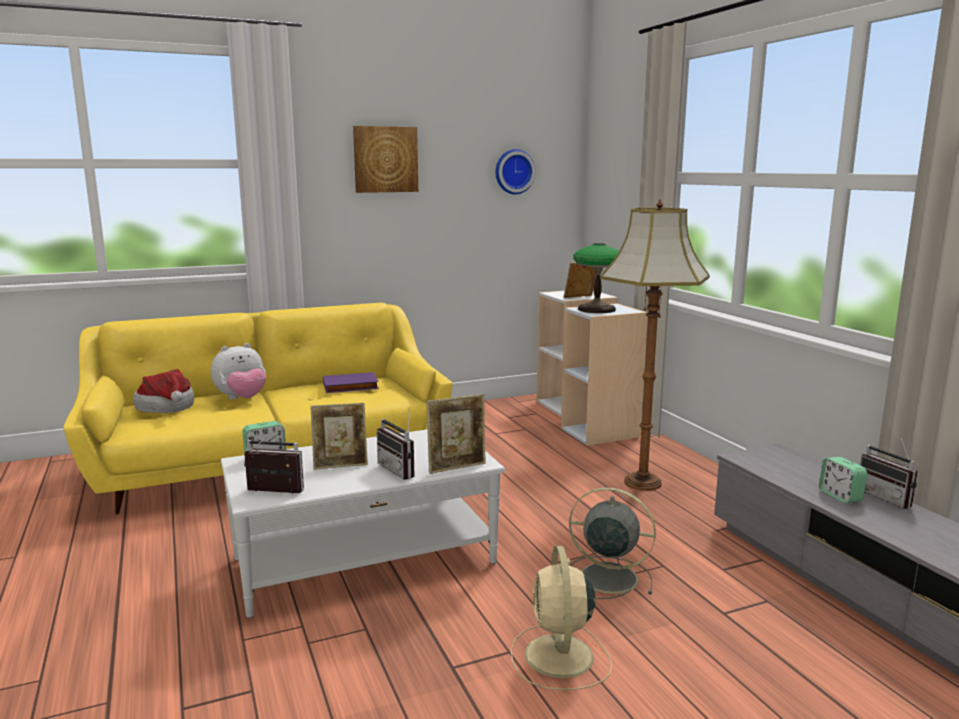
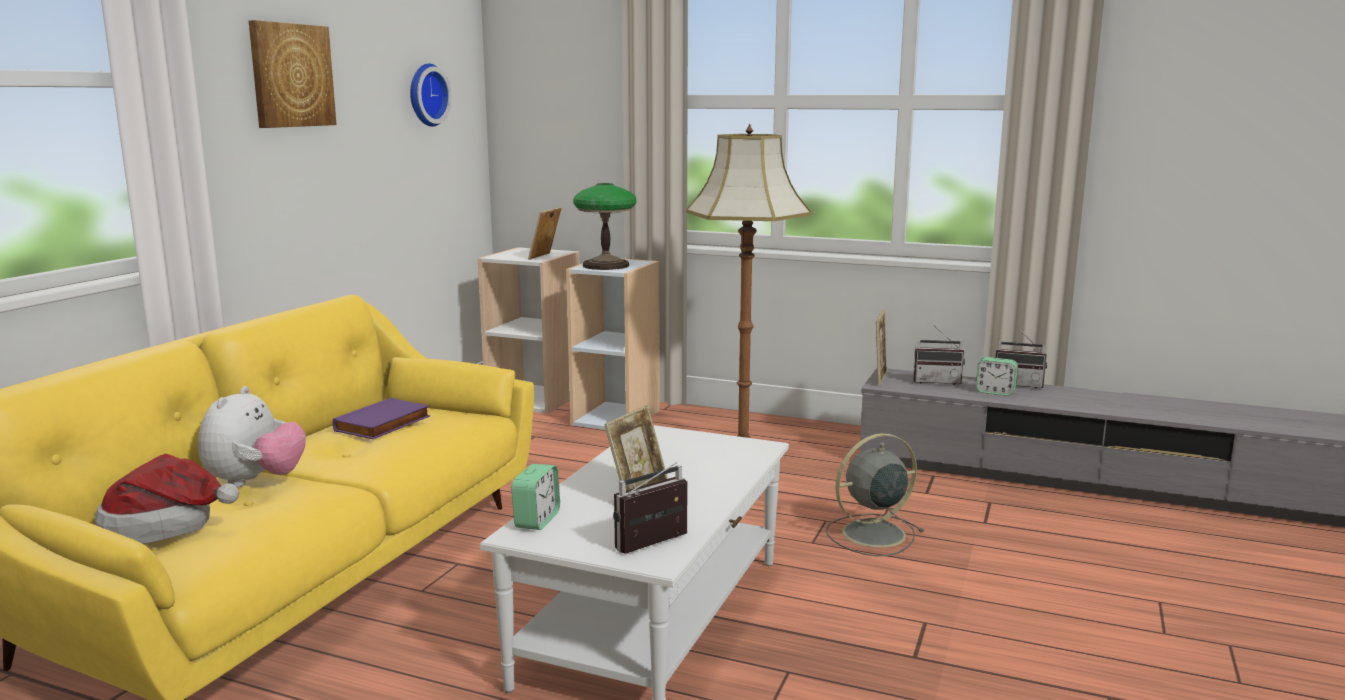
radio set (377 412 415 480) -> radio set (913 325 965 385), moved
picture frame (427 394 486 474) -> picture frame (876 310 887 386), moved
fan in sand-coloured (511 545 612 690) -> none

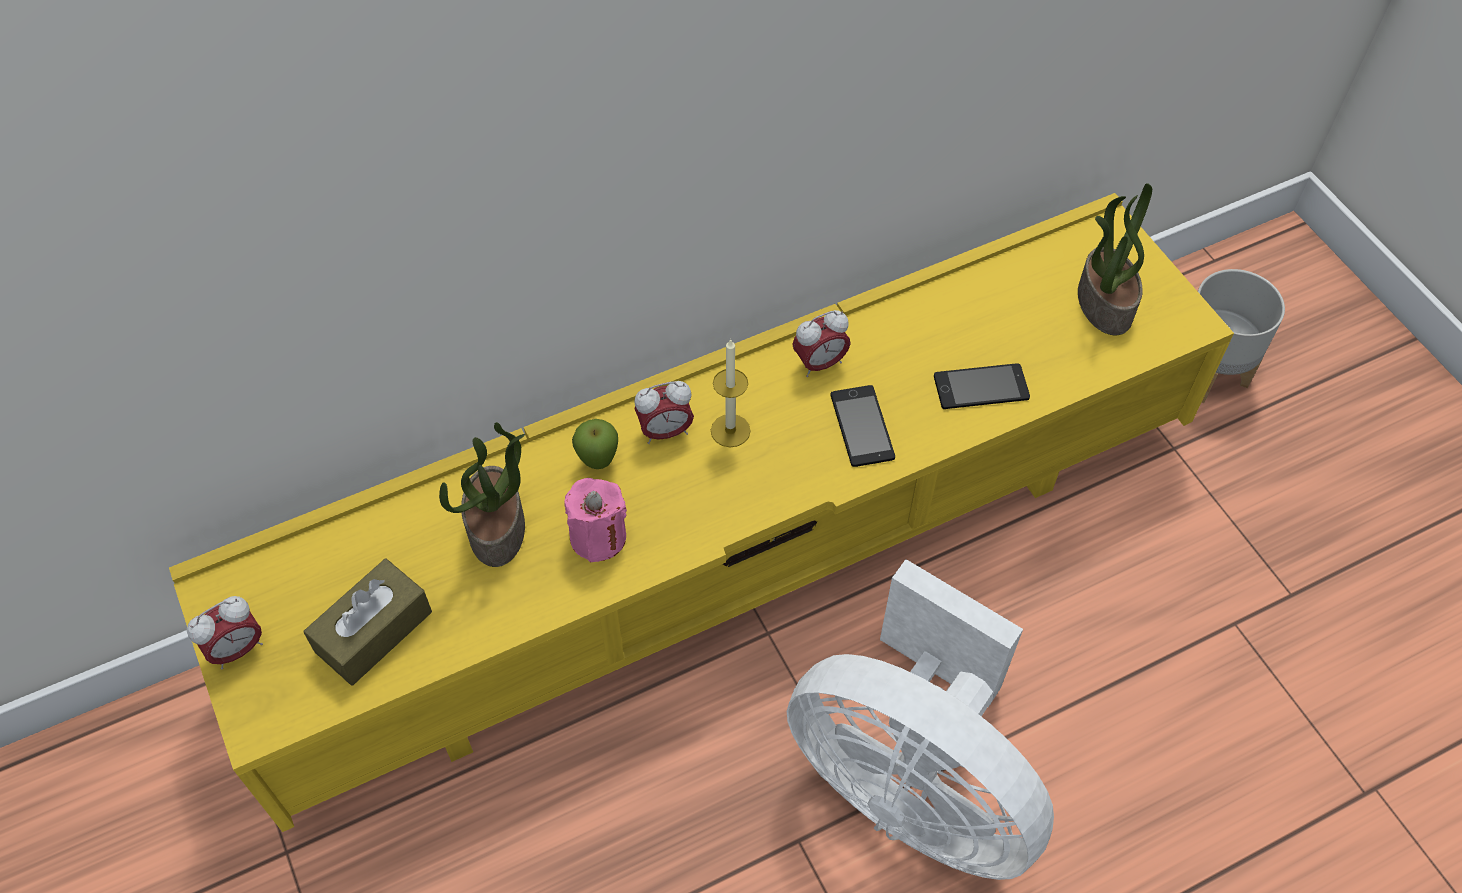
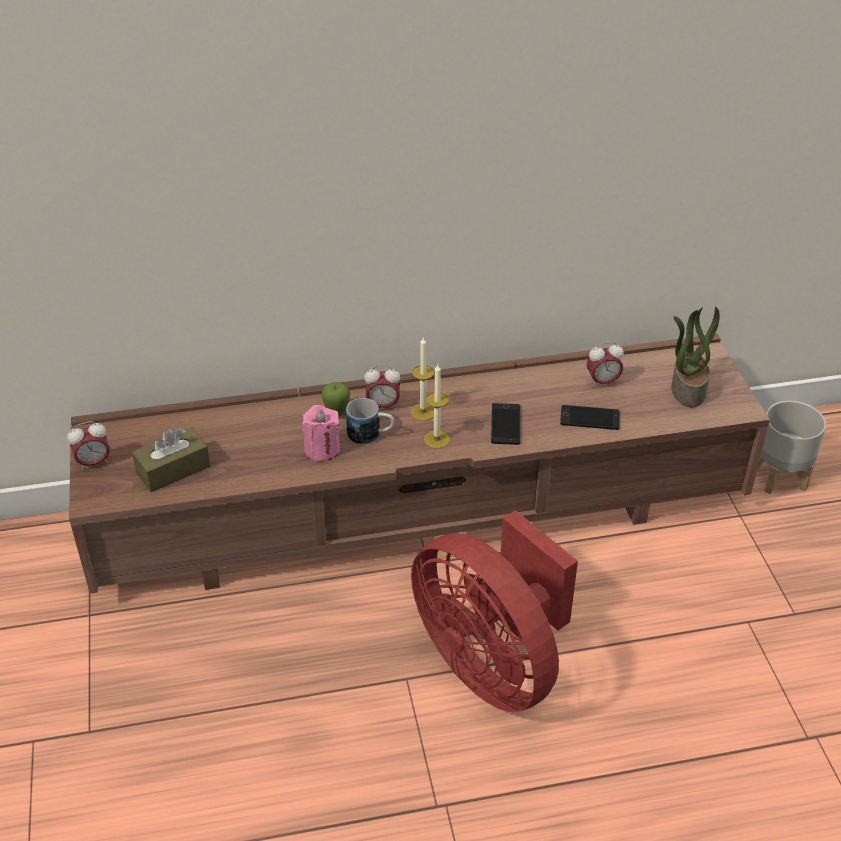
tv stand in yellowish (169 193 1234 832) -> tv stand in brown-coloured (69 334 770 594)
plant in a pot (439 422 525 567) -> none
fan in whitish (787 559 1054 880) -> fan in reddish (411 510 578 712)
alarm clock (792 310 851 377) -> alarm clock (587 342 624 387), moved
none -> mug (346 398 395 445)
none -> wax candle (424 364 450 449)

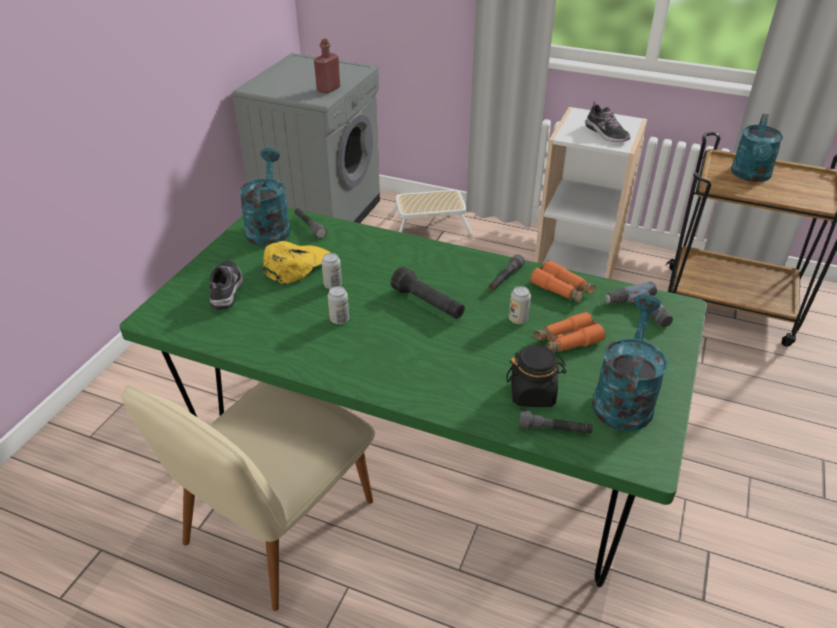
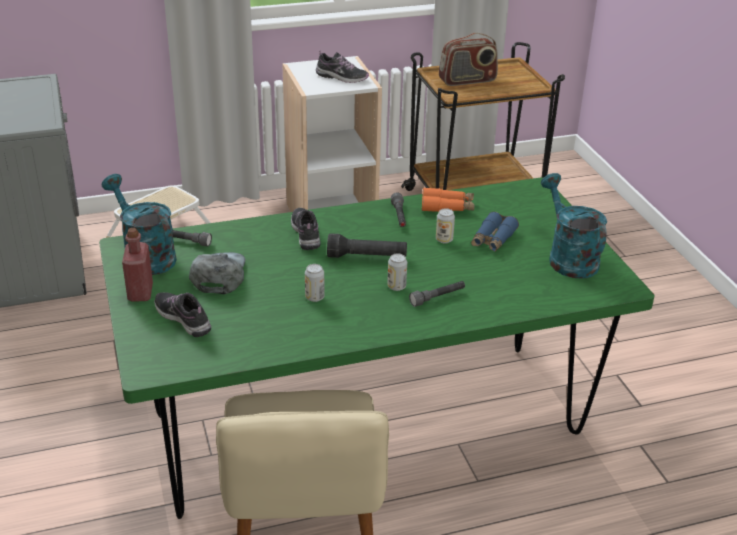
cap in yellowish (263 241 330 284) -> cap in grey (189 252 245 294)
beverage bottle in reddish (314 39 340 94) -> beverage bottle in reddish (122 228 153 302), moved
sealed can (321 253 342 289) -> sealed can (387 253 407 291), moved
storage jar in black-coloured (506 345 567 407) -> none
flashlight in grey (519 411 593 434) -> flashlight in grey (409 281 465 307), moved
field glasses in orange-coloured (533 312 606 353) -> field glasses in blue-coloured (471 212 519 252)
drill (604 282 673 327) -> none
sprinkling can in turquoise-coloured (731 113 783 182) -> radio set (439 33 498 86)
none -> item of footwear (291 208 321 250)

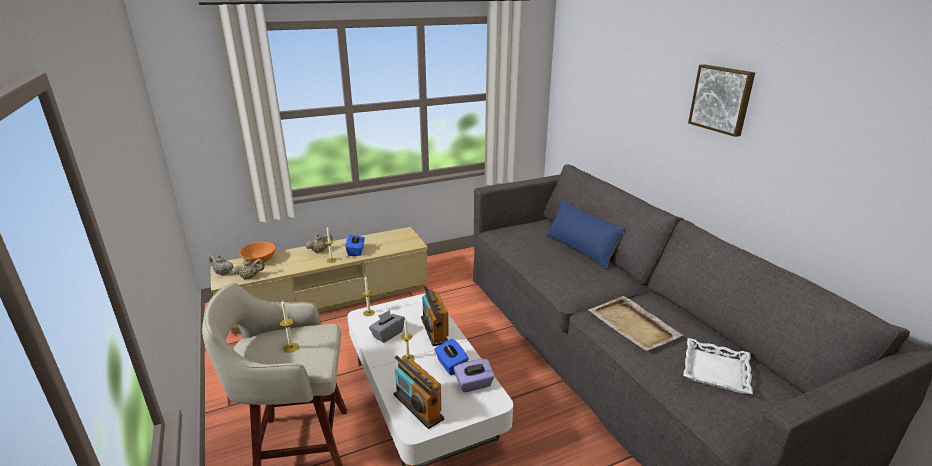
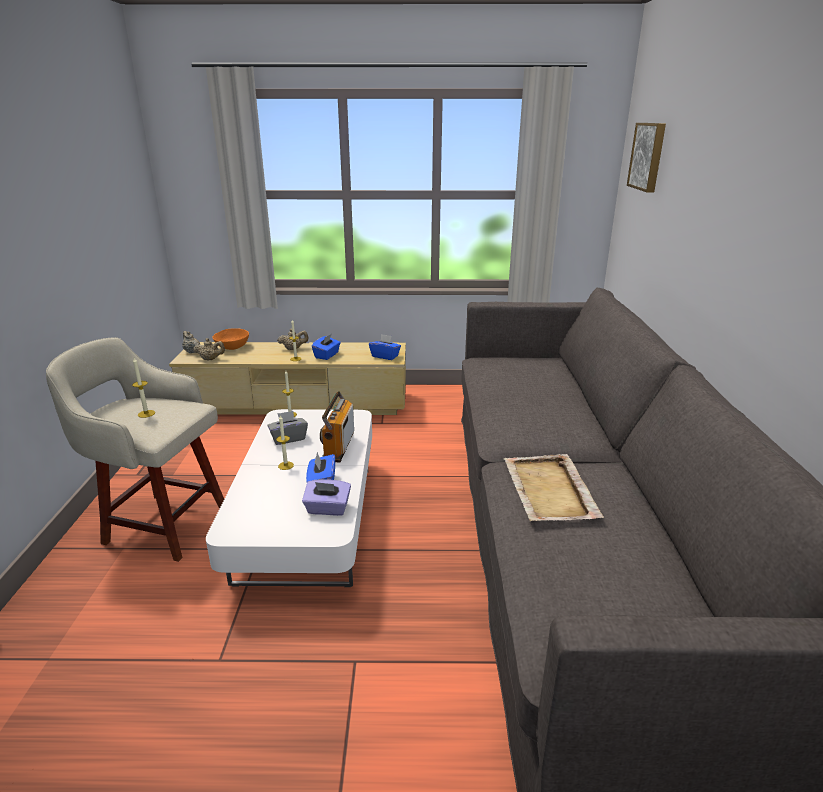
radio set (394 356 444 429) -> none
pillow in blue-coloured (545 199 626 269) -> none
carrying tray in whitish (683 338 753 394) -> none
wall art (688 64 755 137) -> wall art (627 123 666 193), moved
none -> box of tissues in blue-coloured (369 334 401 360)

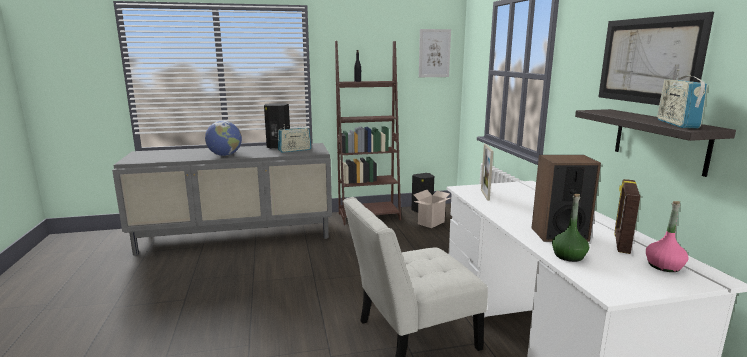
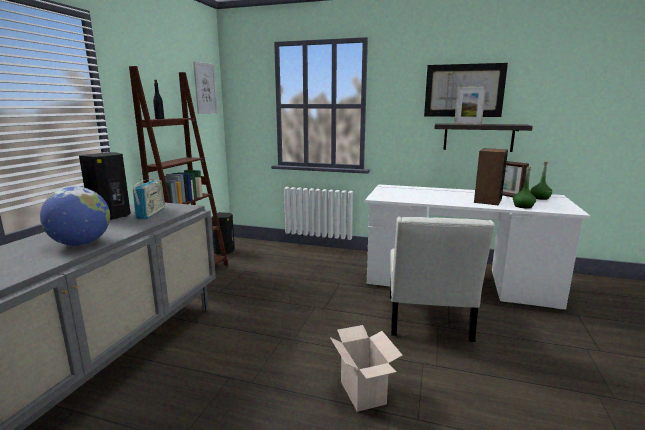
carton (413 190 450 228) -> carton (330 325 403 412), moved
picture frame (481 144 493 201) -> picture frame (454 85 486 125), moved
beverage bottle in pink-coloured (646 201 688 272) -> beverage bottle in green-coloured (531 162 552 200)
radio set (657 69 708 128) -> none

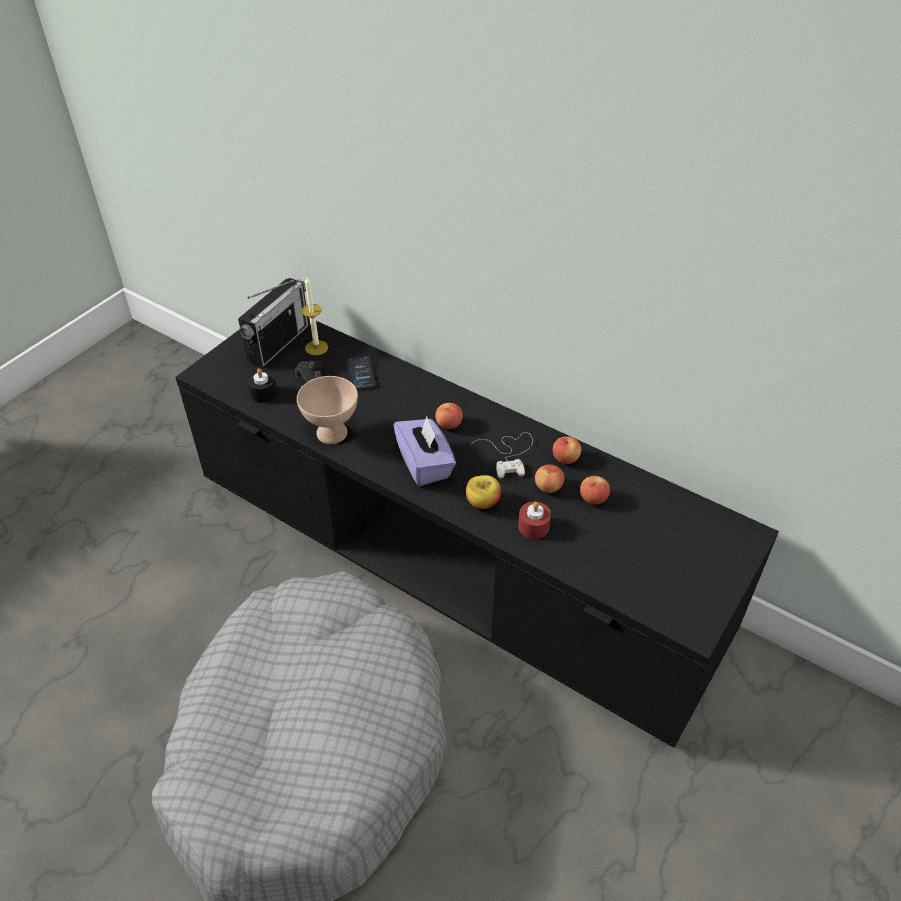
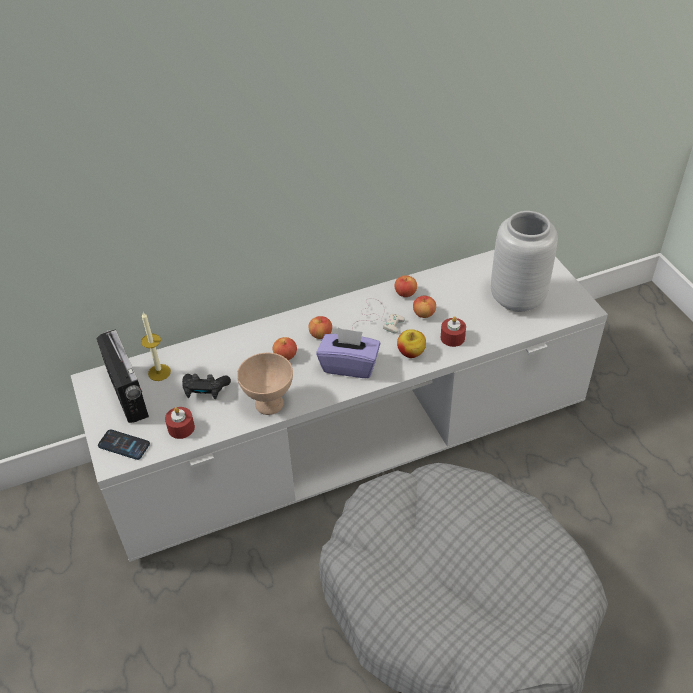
tv stand in black-coloured (175 317 779 748) -> tv stand in whitish (71 250 608 562)
wax candle in black-coloured (247 368 277 403) -> wax candle in reddish (165 407 195 439)
handset (347 356 376 390) -> handset (98 429 150 460), moved
apple (580 476 610 505) -> apple (273 337 297 360), moved
none -> decorative vase in grey (491 211 558 312)

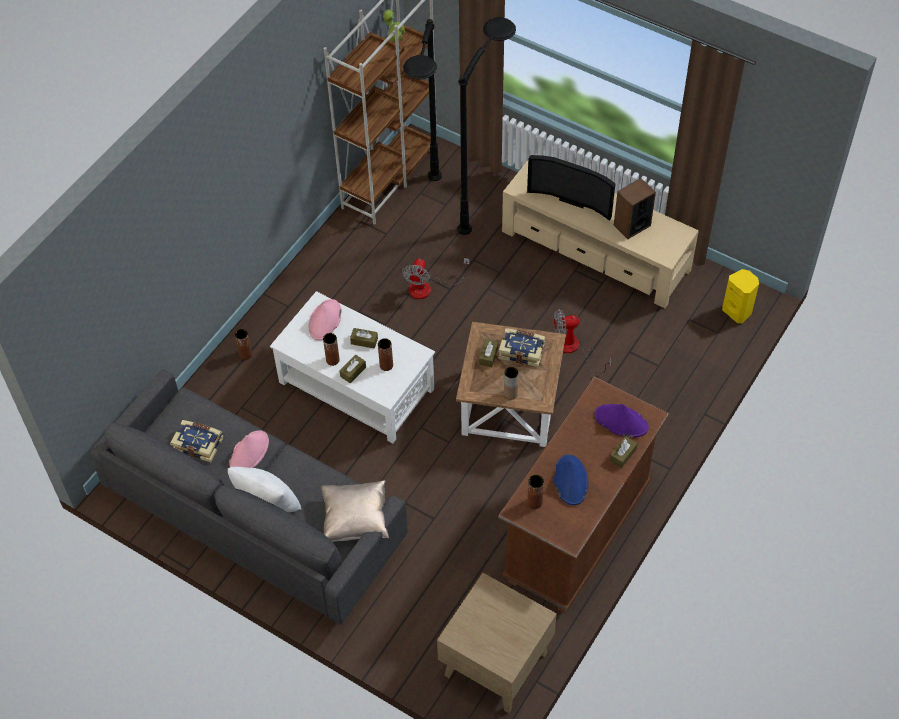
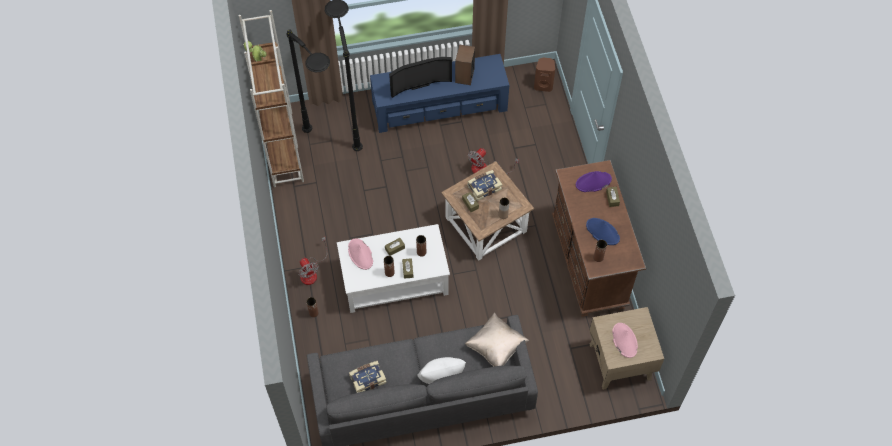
hat in pink-coloured (229 430 269 468) -> hat in pink-coloured (612 323 638 358), moved
fan (402 258 470 299) -> fan (299 237 327 285), moved
tv stand in sand-coloured (502 161 699 308) -> tv stand in blue-coloured (370 54 509 133)
speaker in yellowish (722 269 759 323) -> speaker in brown-coloured (534 58 555 92)

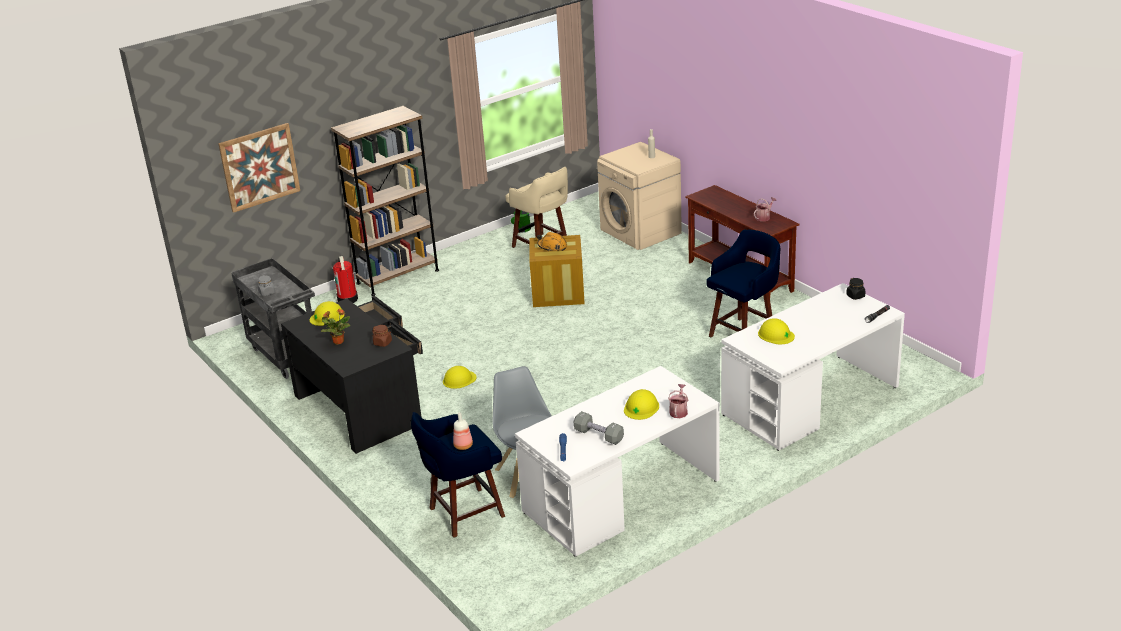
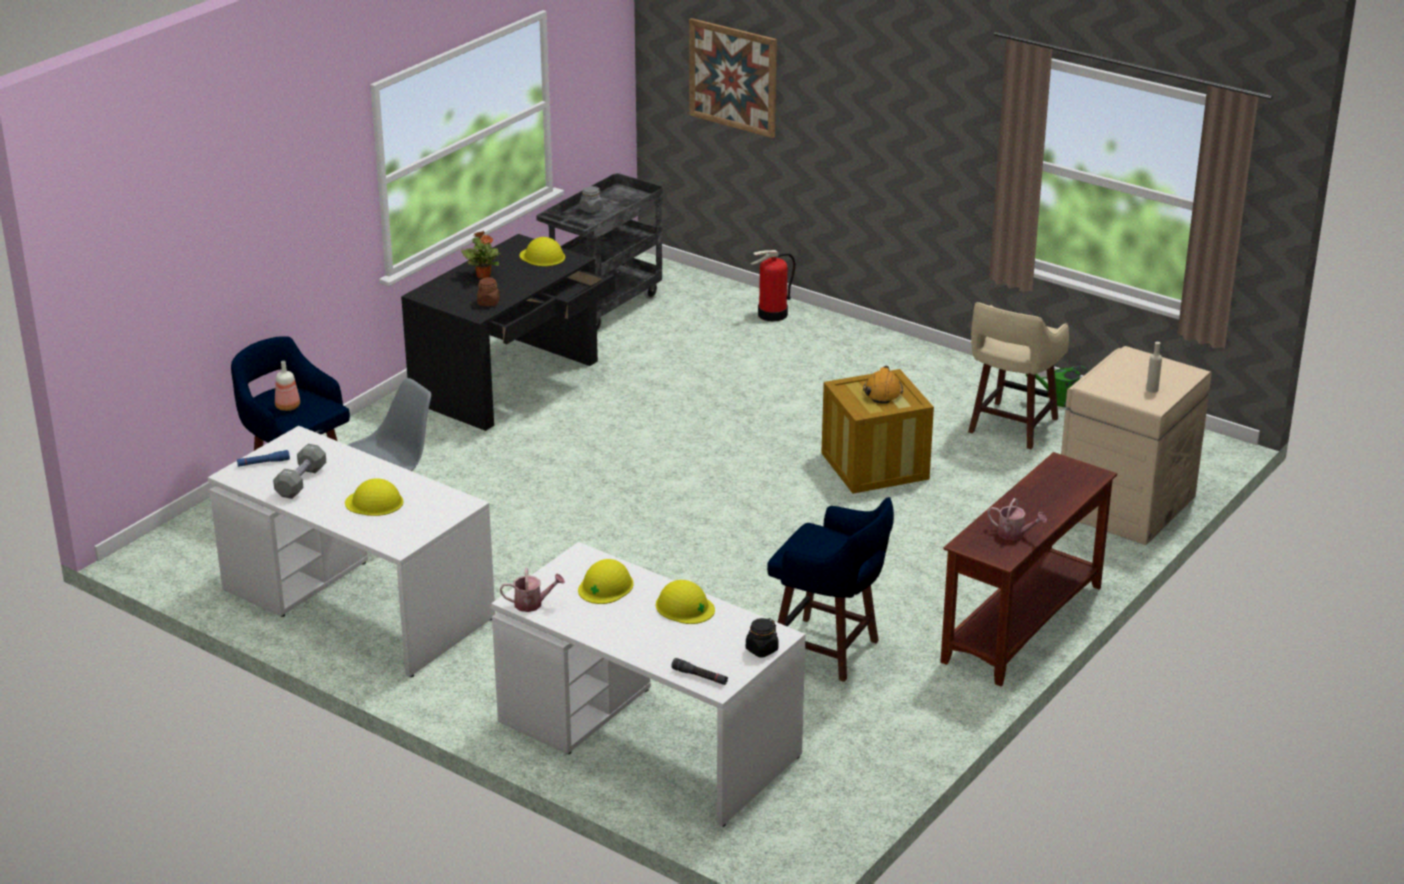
shelving unit in brown-coloured (331 106 439 296) -> none
work helmet in yellowish (443 366 477 389) -> work helmet in yellowish (656 580 715 624), moved
sprinkling can (668 384 688 418) -> sprinkling can (500 568 565 612), moved

